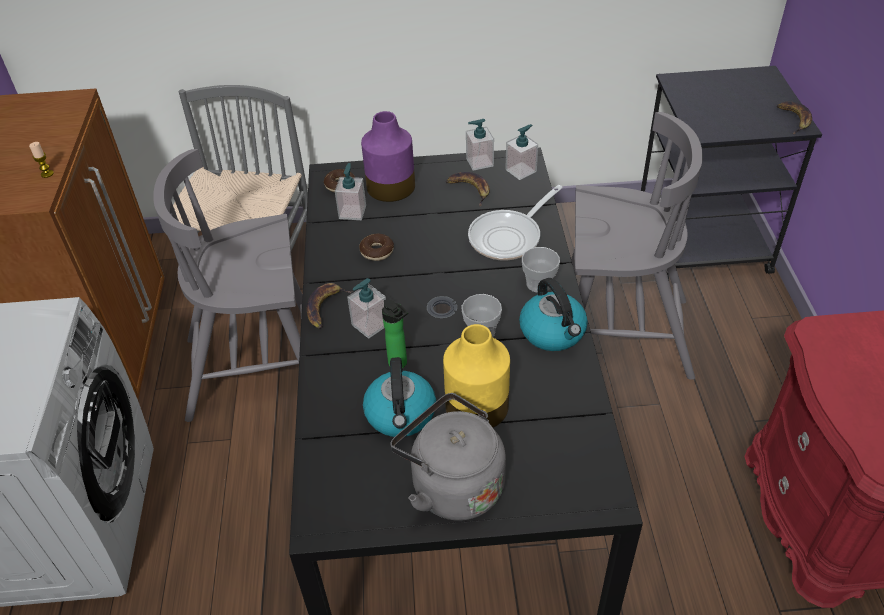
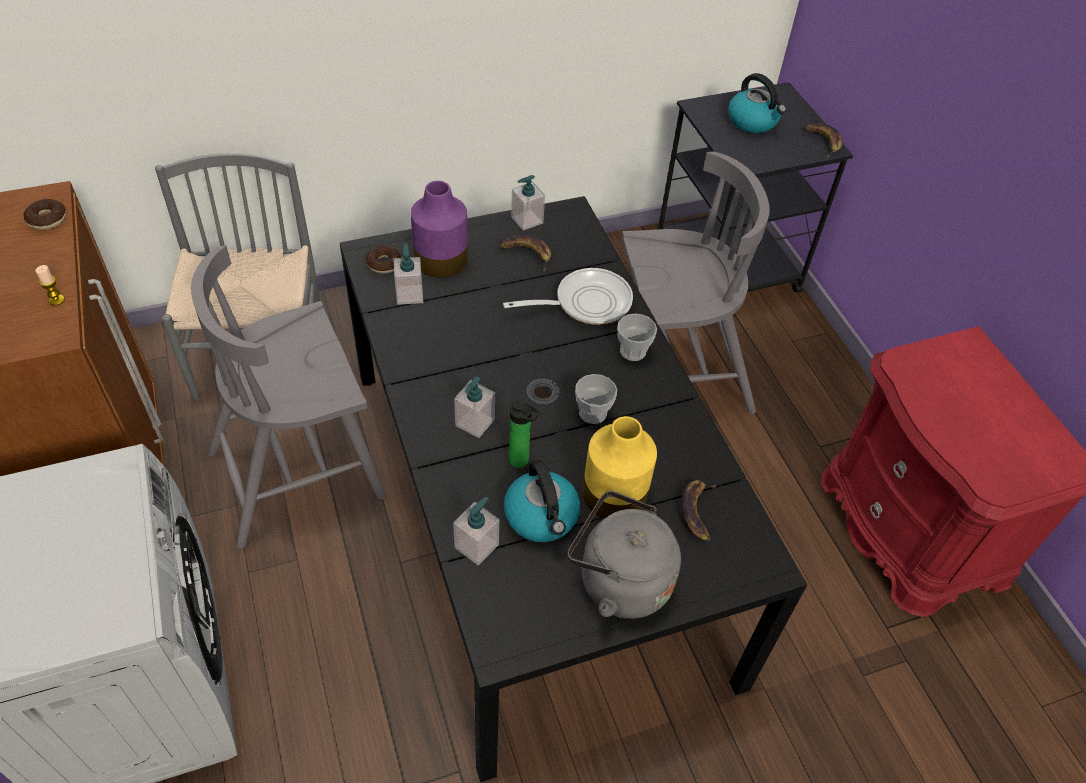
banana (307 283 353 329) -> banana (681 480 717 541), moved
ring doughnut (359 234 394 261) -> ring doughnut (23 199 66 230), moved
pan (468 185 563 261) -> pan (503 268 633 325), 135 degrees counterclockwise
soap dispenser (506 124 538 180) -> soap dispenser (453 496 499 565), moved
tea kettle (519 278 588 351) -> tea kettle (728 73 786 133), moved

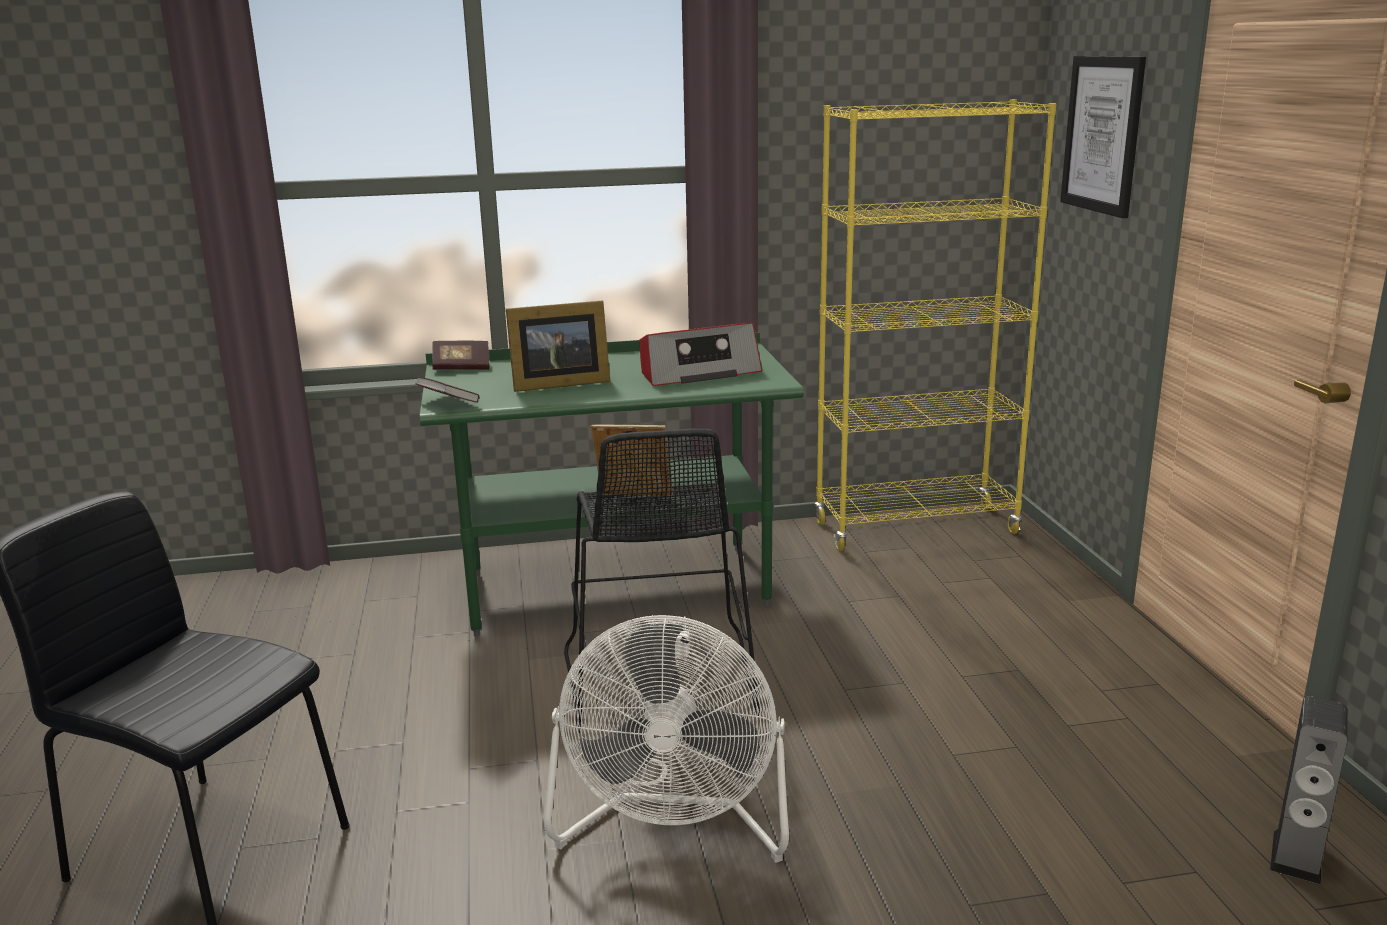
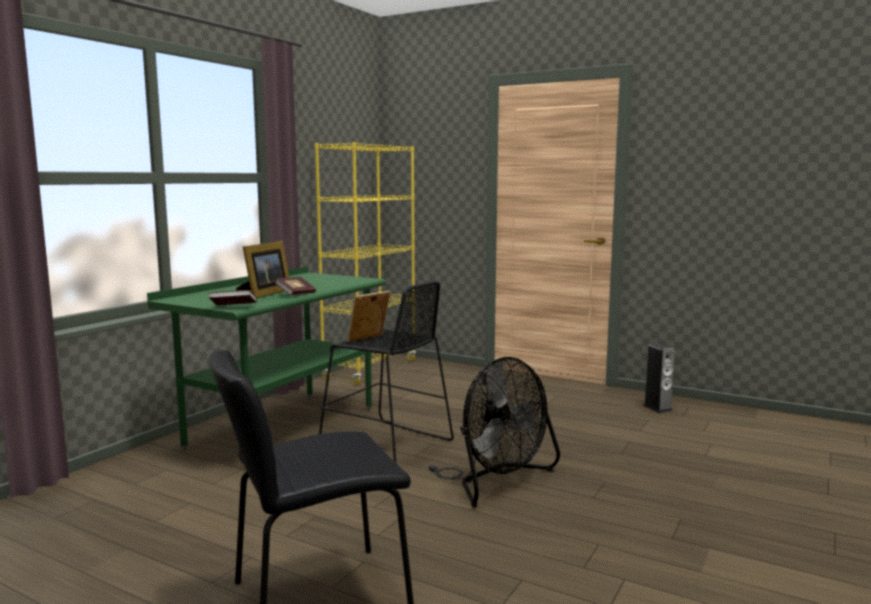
volume (432 341 489 370) -> volume (275 277 316 295), moved
fan in whitish (544 615 789 863) -> fan in black-coloured (429 357 560 507)
radio set (640 323 762 386) -> none
wall art (1060 56 1146 218) -> none

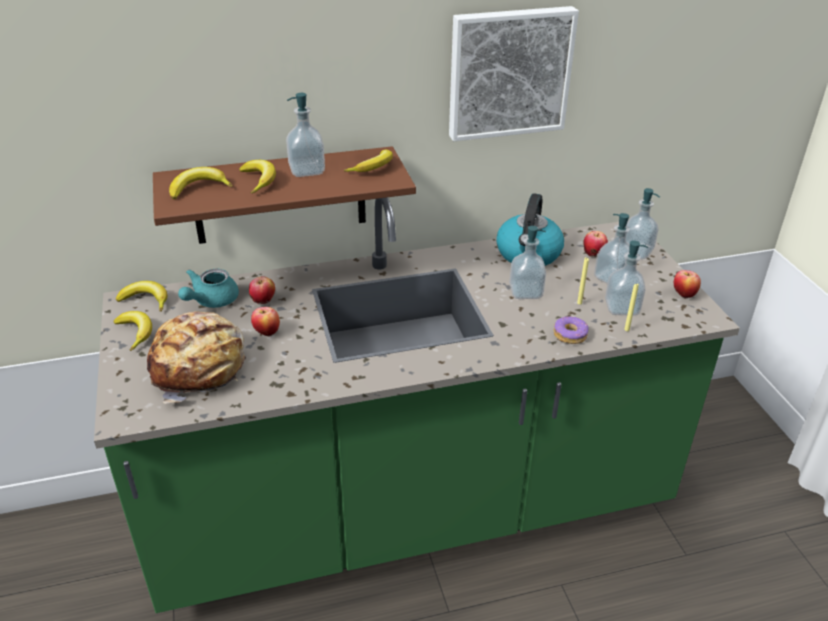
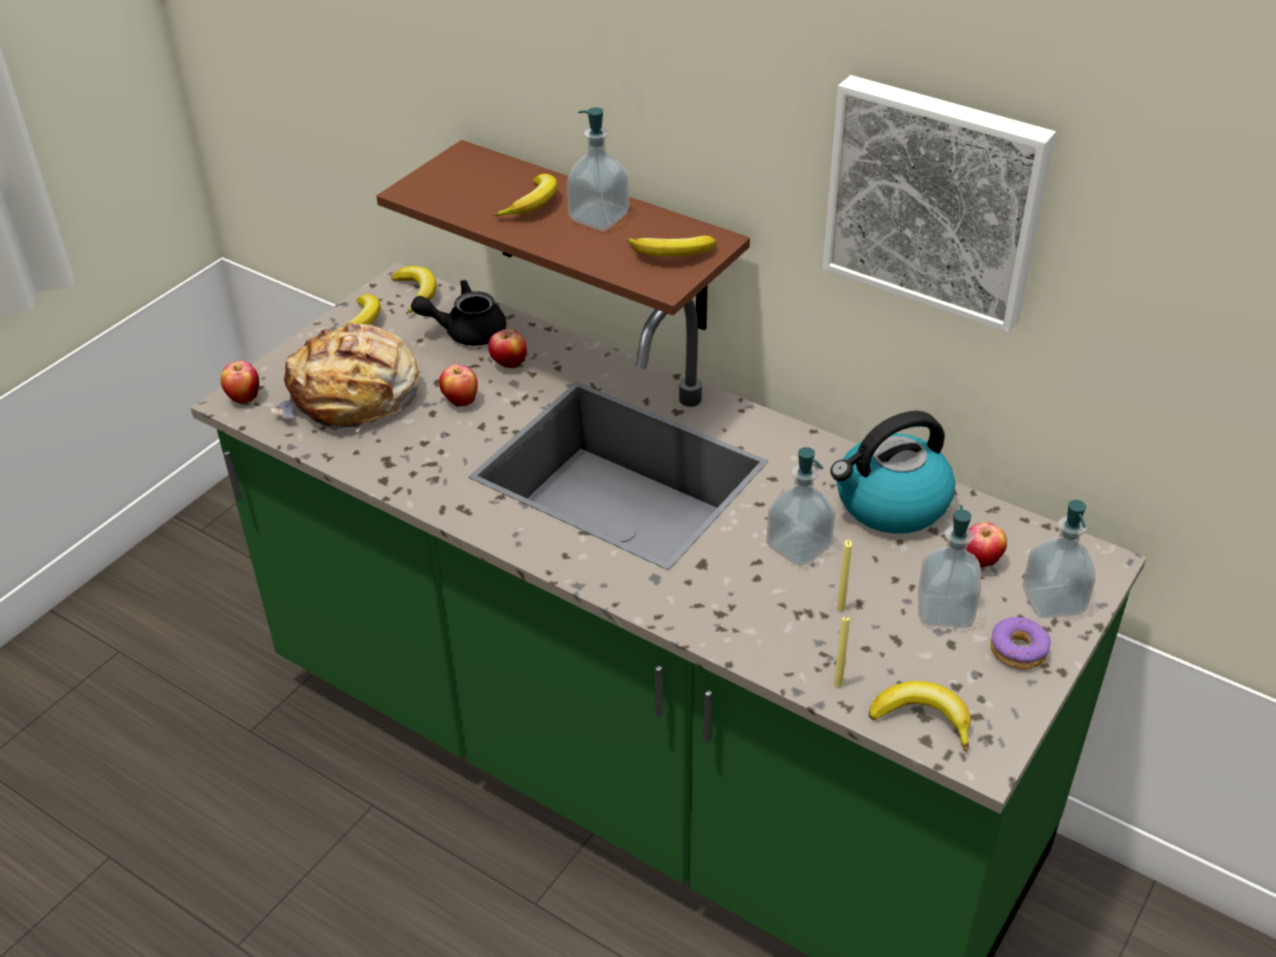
banana (169 167 232 199) -> banana (869 681 971 751), moved
pot for tea in turquoise-coloured (178 269 239 308) -> pot for tea in black-coloured (411 280 506 346)
ring doughnut (554 316 589 344) -> ring doughnut (990 617 1050 670), moved
soap dispenser (605 241 648 316) -> none
apple (674 270 701 298) -> apple (221 361 259 403), moved

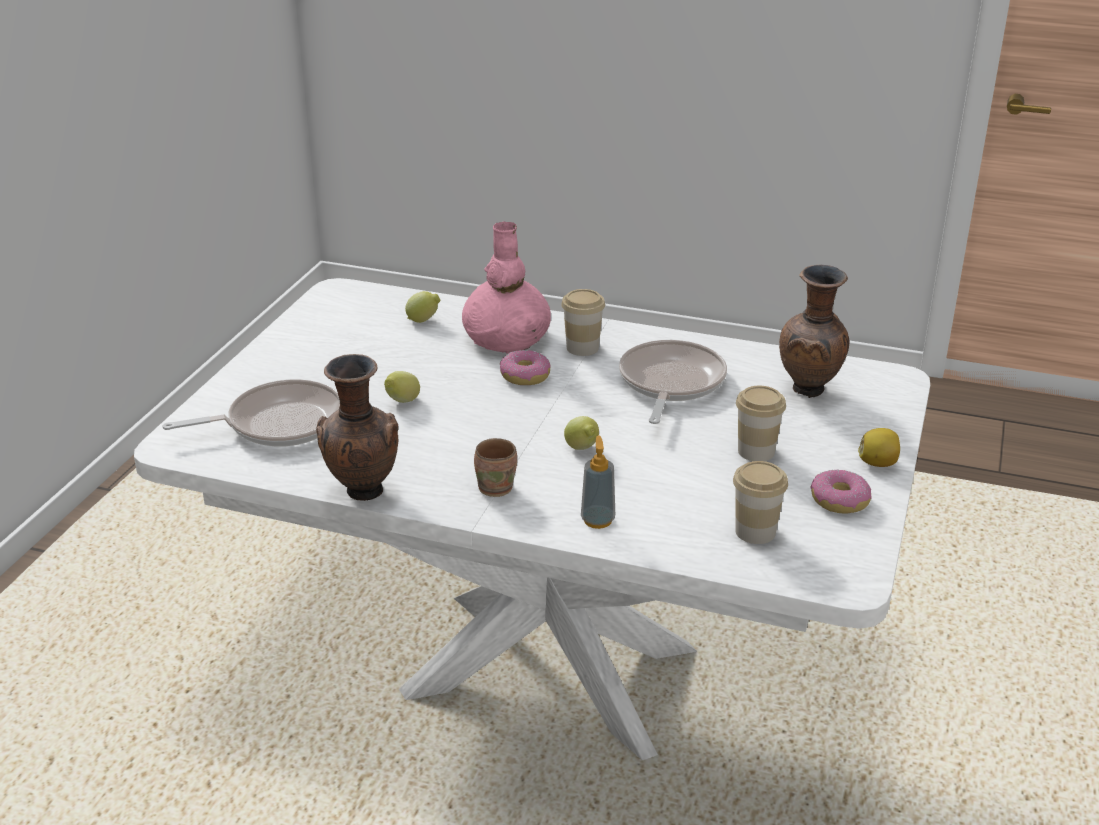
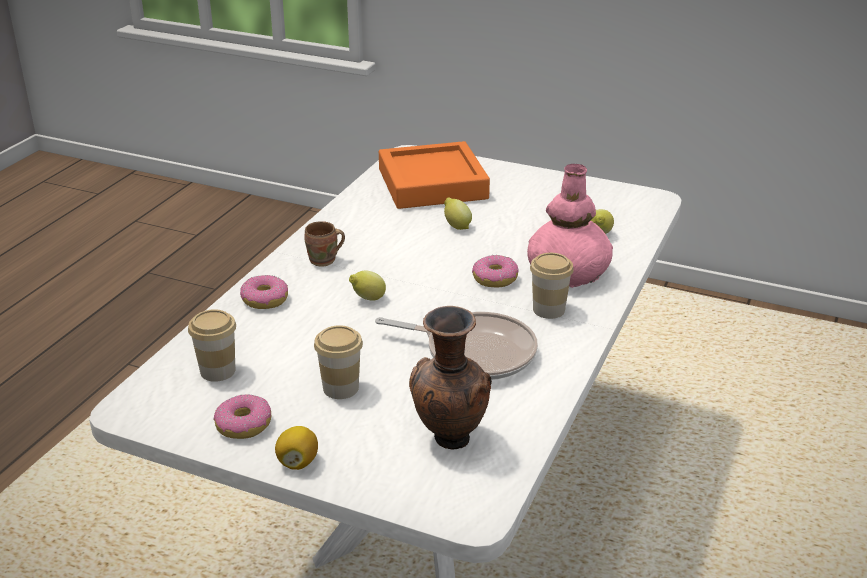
pan (162 379 340 447) -> carrying tray in orange-coloured (379 141 490 209)
decorative vase in brown-coloured (316 354 399 501) -> none
soap dispenser (581 435 615 529) -> ring doughnut (240 275 288 309)

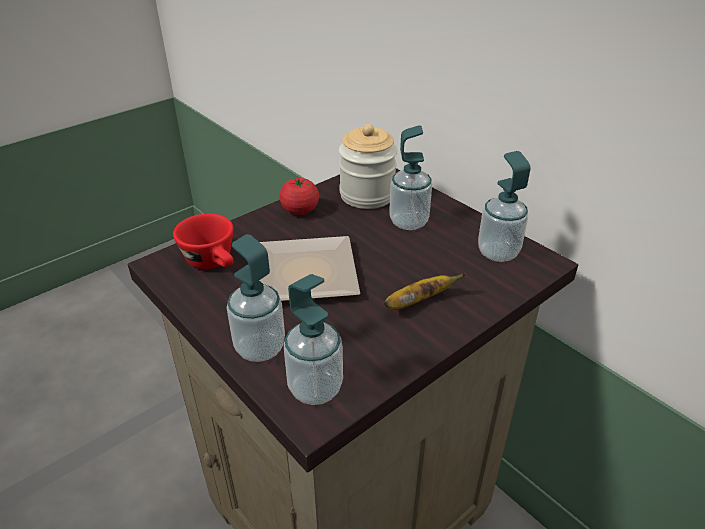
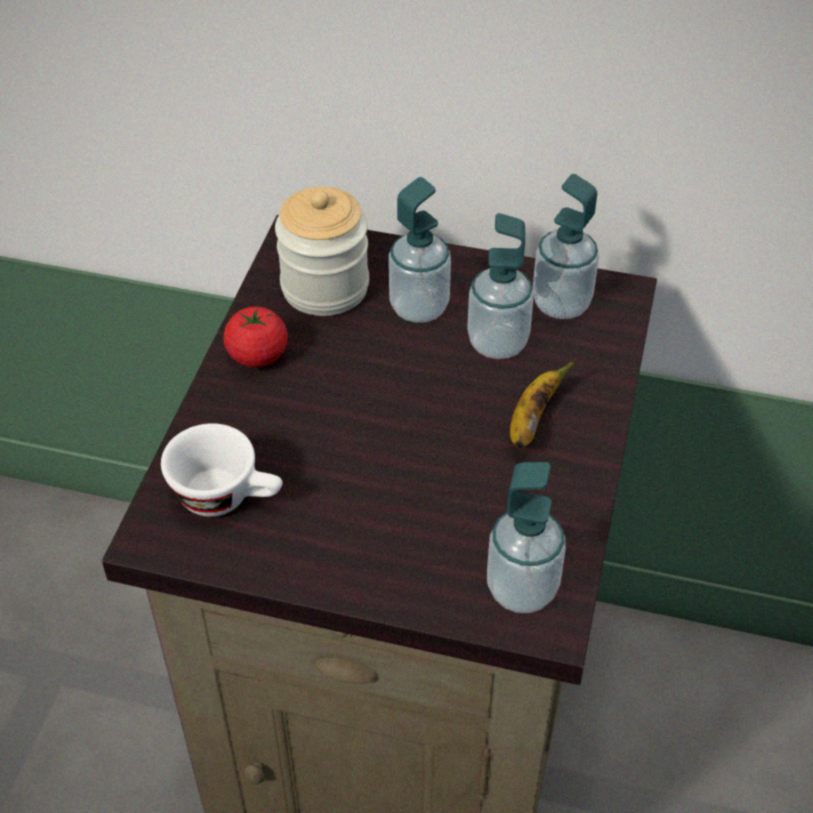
drinking cup in reddish (173 214 234 269) -> drinking cup in whitish (161 423 282 517)
soap dispenser (227 234 285 362) -> soap dispenser (467 213 534 359), moved
flat dish (259 236 360 302) -> none

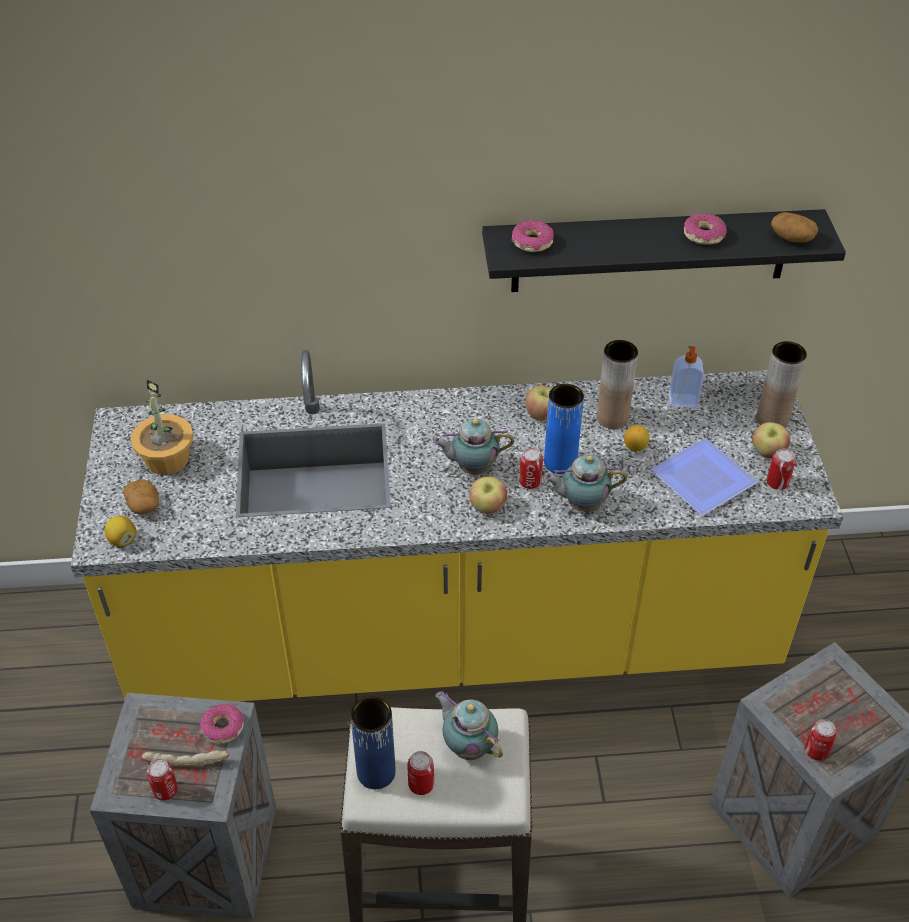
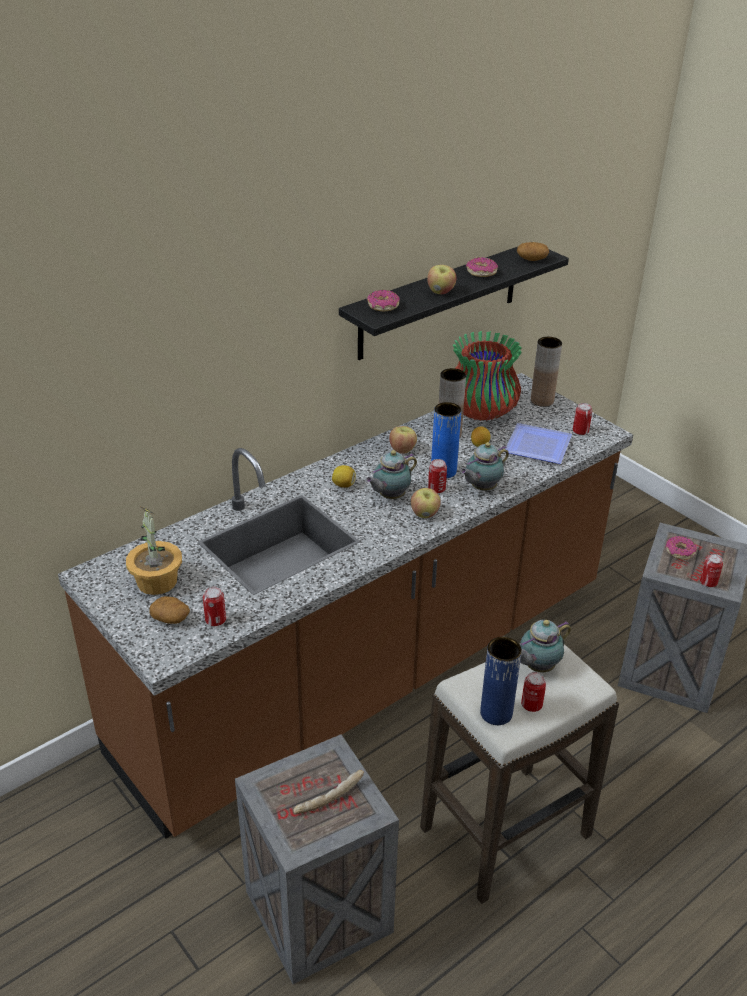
counter in yellowish (71 350 843 701) -> counter in brown-coloured (58 373 633 839)
lemon (104 516 136 547) -> lemon (332 465 356 488), moved
sealed can (147 759 178 801) -> sealed can (203 586 226 626), moved
ring doughnut (200 704 244 744) -> ring doughnut (665 536 697 560), moved
pot for tea (435 691 503 760) -> pot for tea (520 620 571 672), 45 degrees counterclockwise
soap dispenser (669 346 704 408) -> decorative vase (453 331 522 421)
apple (752 422 790 458) -> apple (427 265 456 295), moved

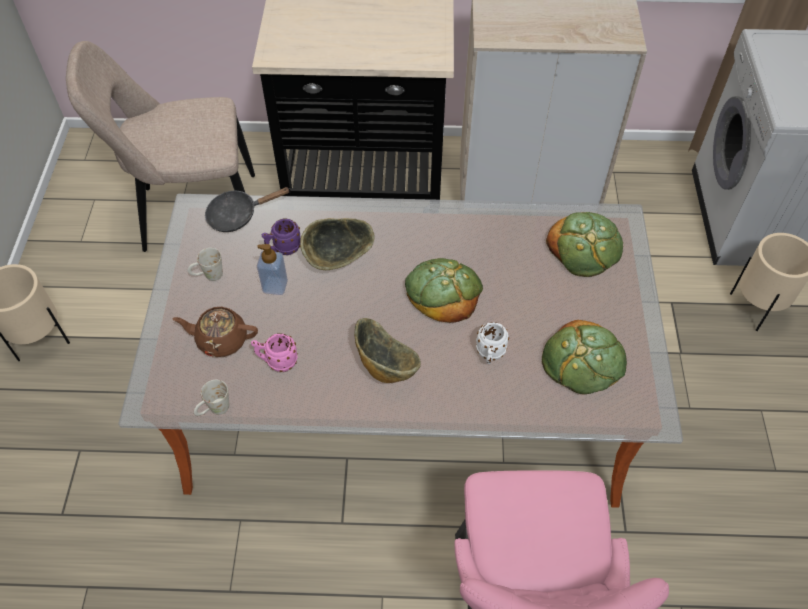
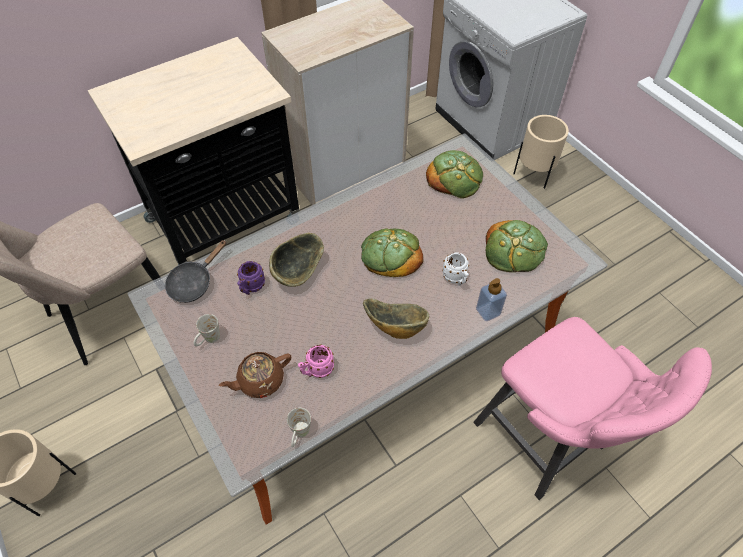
soap dispenser (257 244 288 295) -> soap dispenser (476 278 507 321), moved

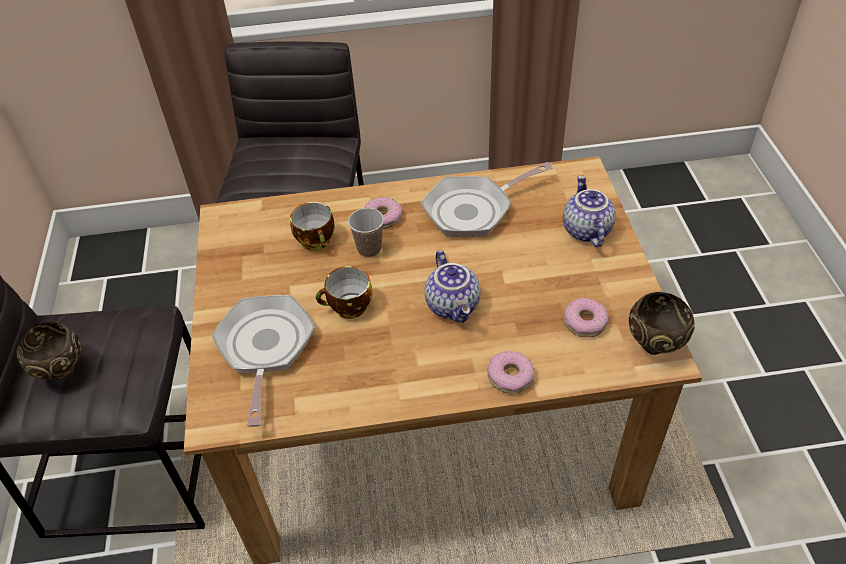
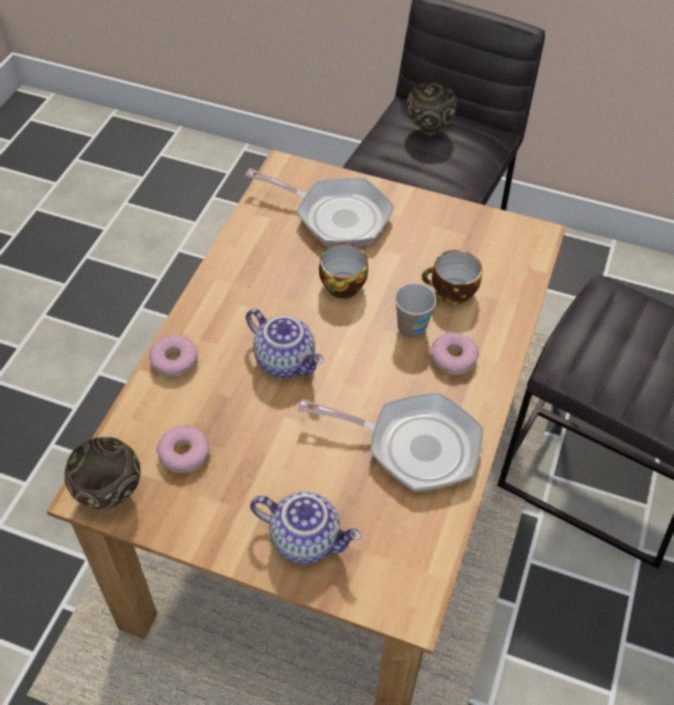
pan (421 162 553 237) -> pan (298 392 483 492), 105 degrees clockwise
pot for tea (425 250 480 323) -> pot for tea (246 309 324 378), 150 degrees counterclockwise

